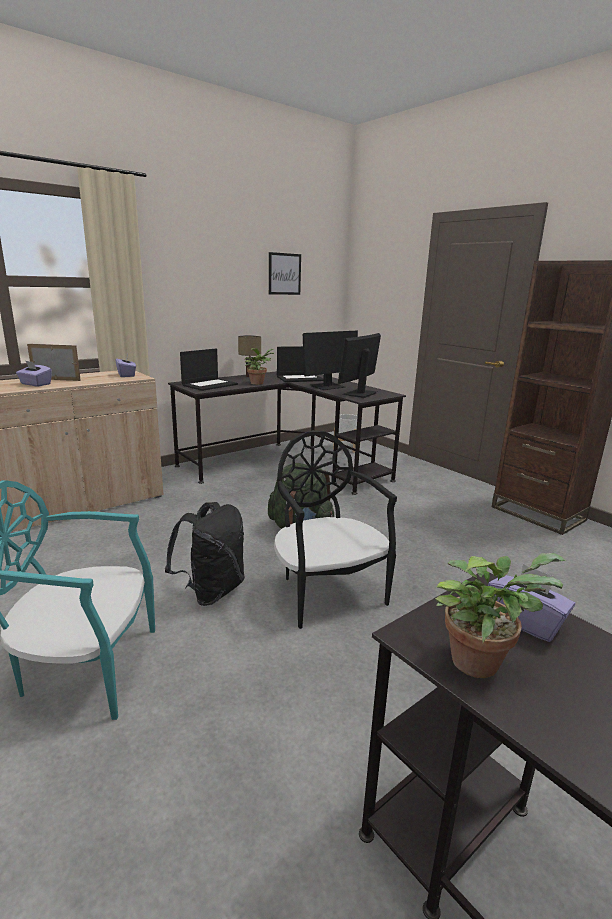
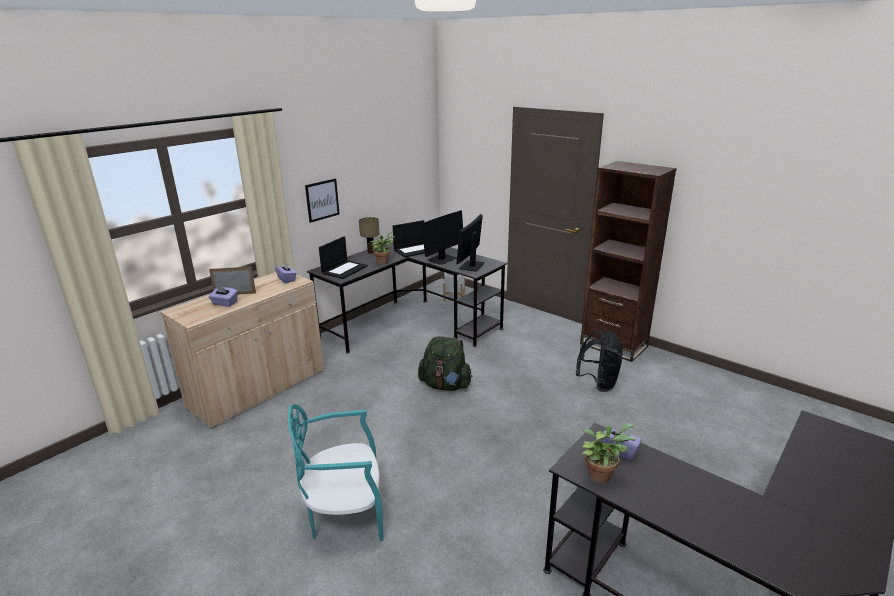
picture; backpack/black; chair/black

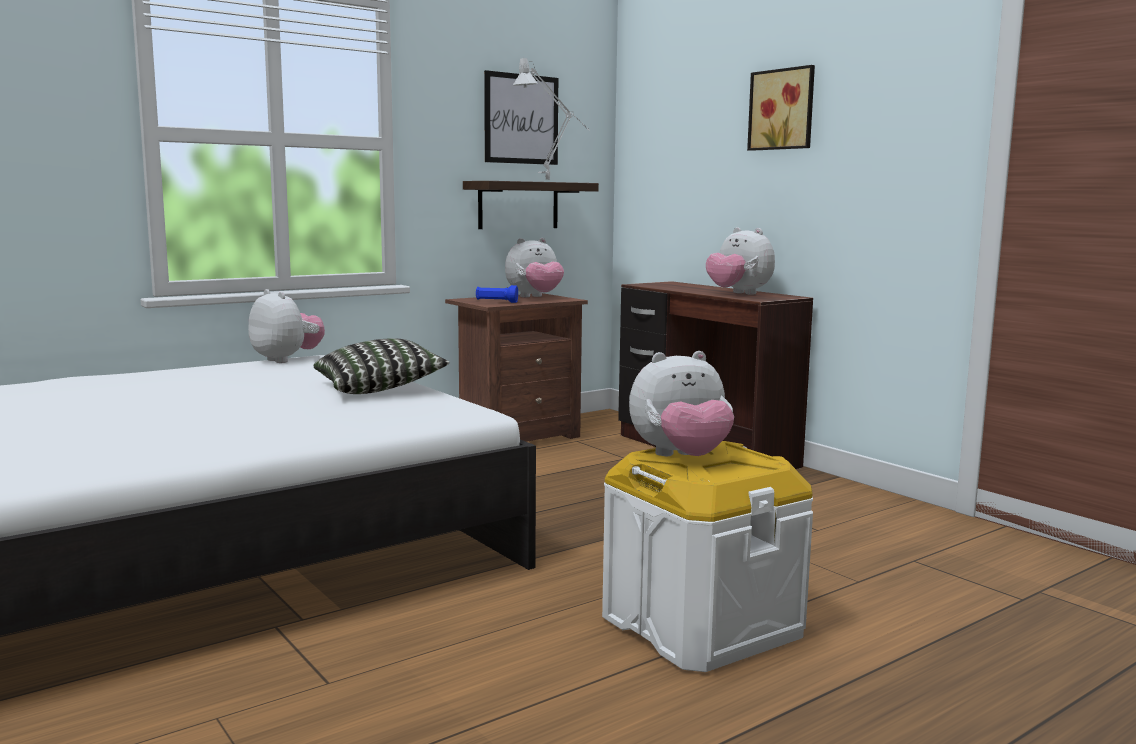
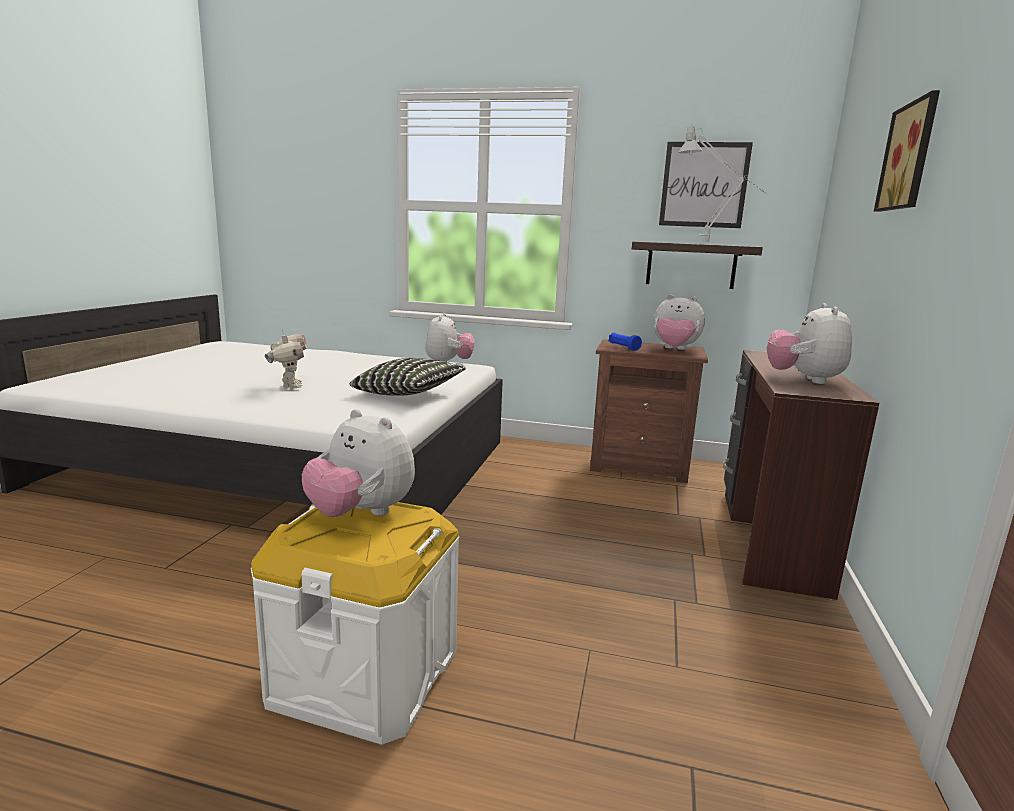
toy robot

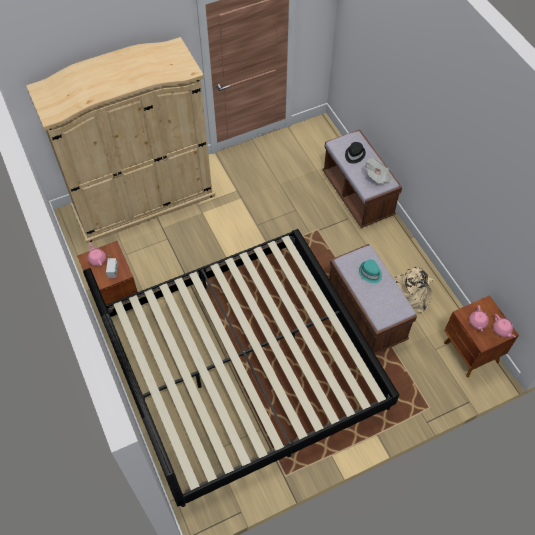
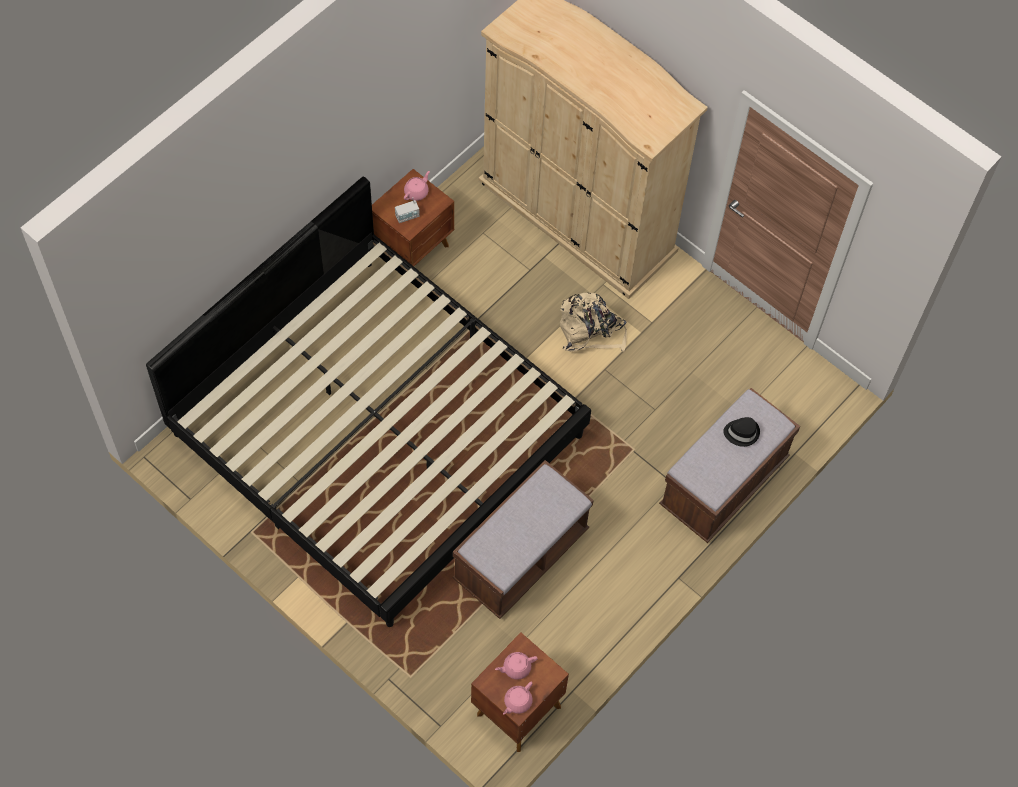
backpack/beige; hat/turquoise; newspaper

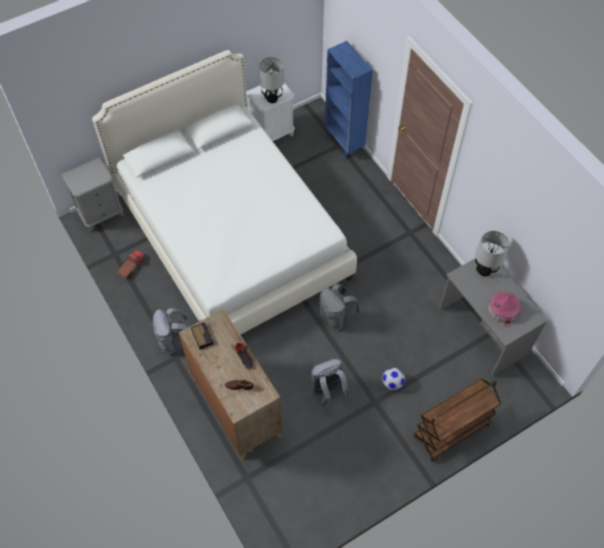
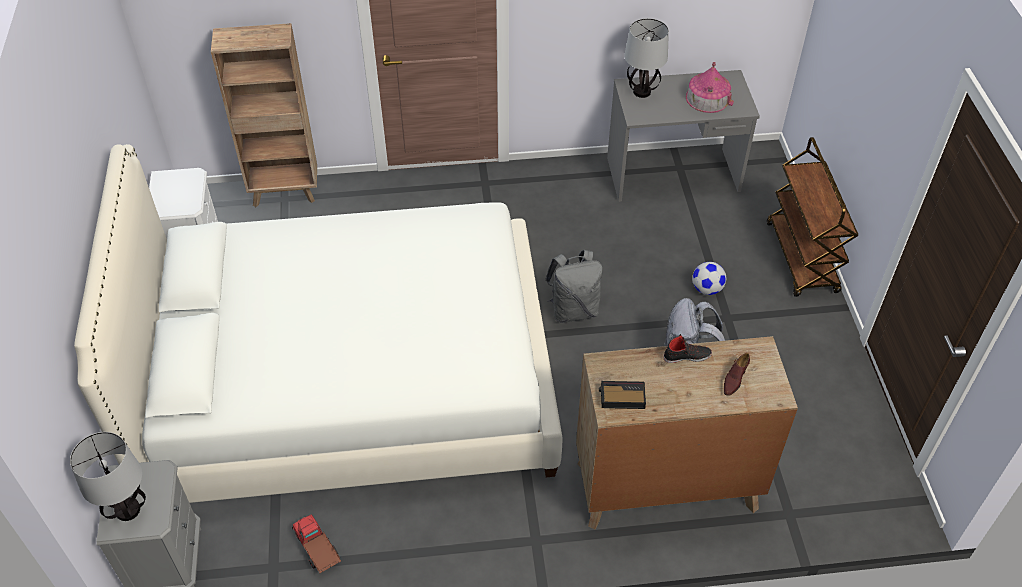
table lamp (1st from left); bookcase/brown; backpack/grey (1st from left in the first image)

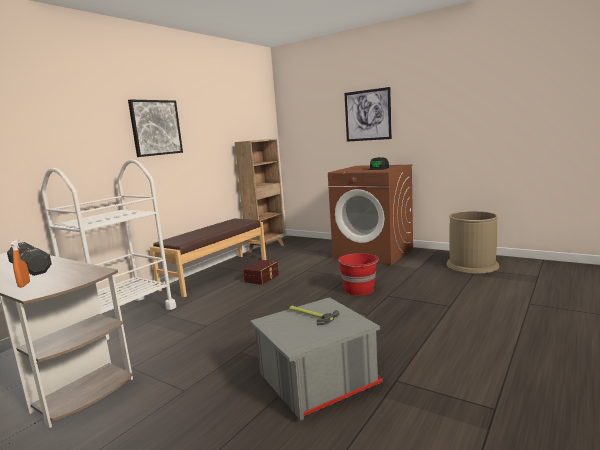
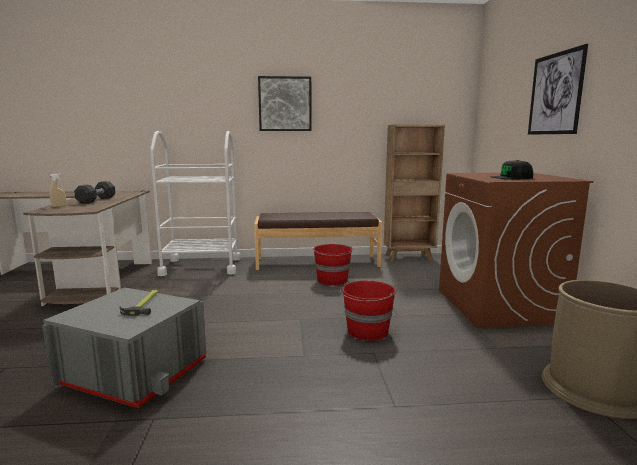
spray bottle/beige; bucket/red (1st from left)

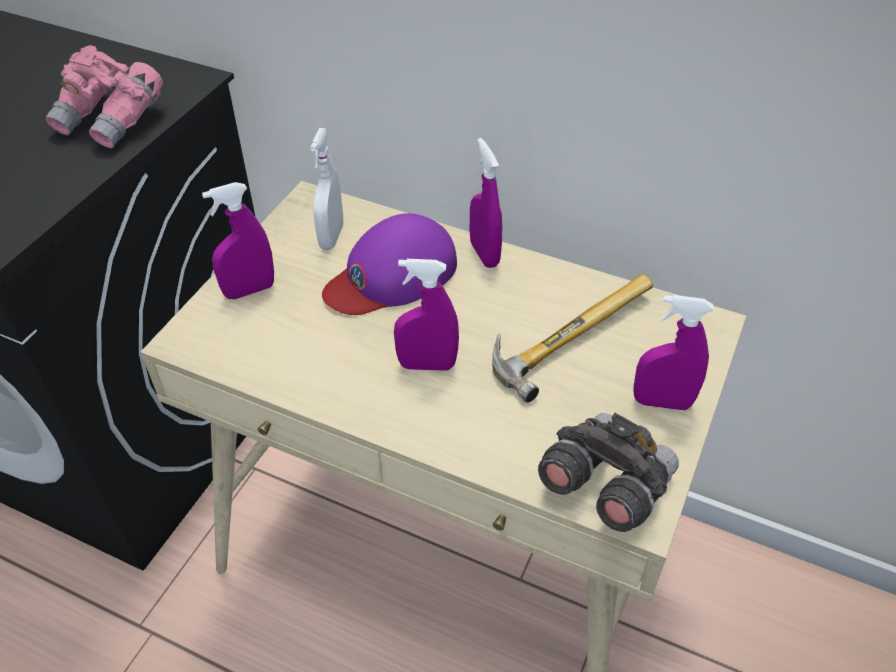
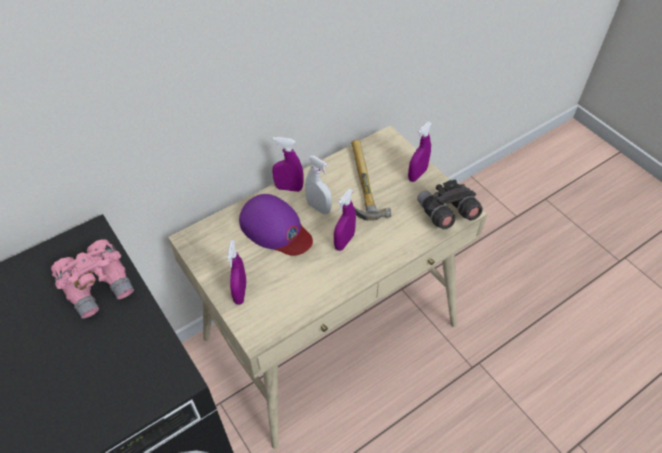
cap/purple; spray bottle/white

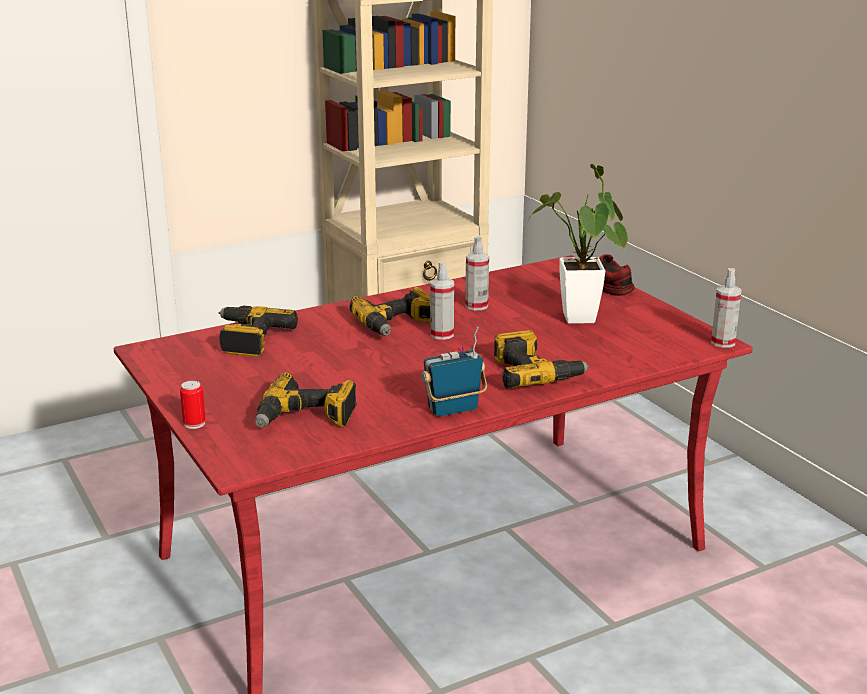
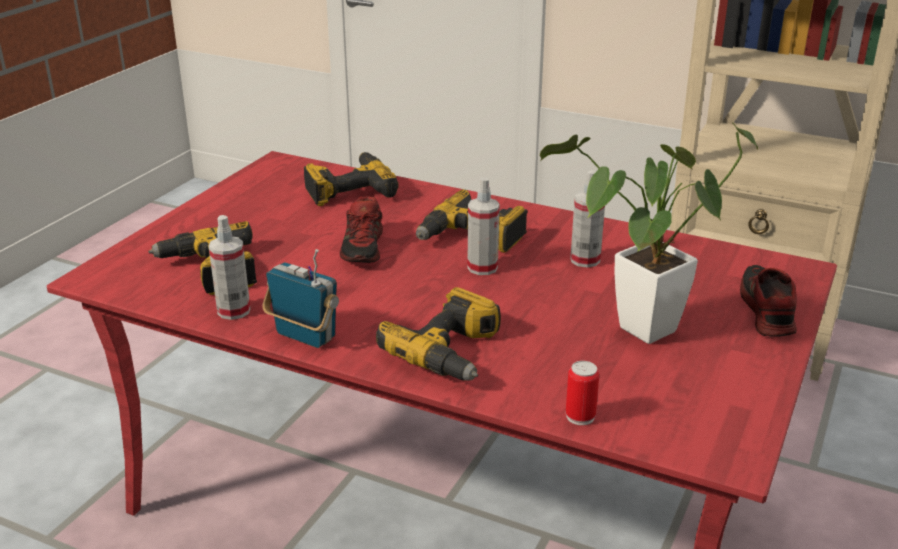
spray bottle (1st from left); shoe (1st from left); can

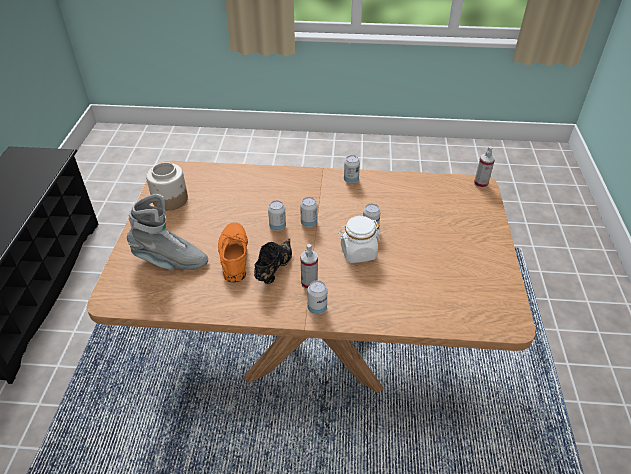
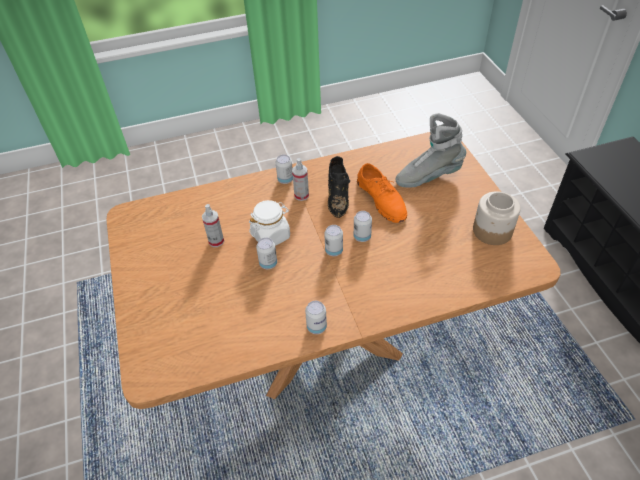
spray bottle (1st from left)

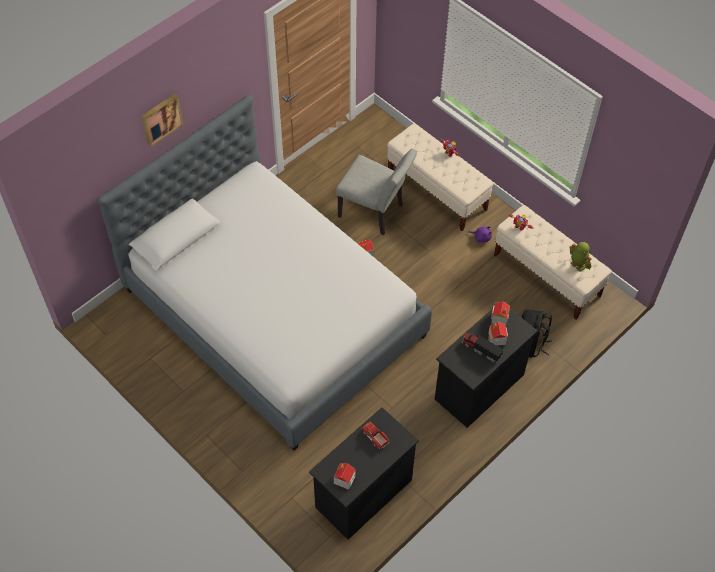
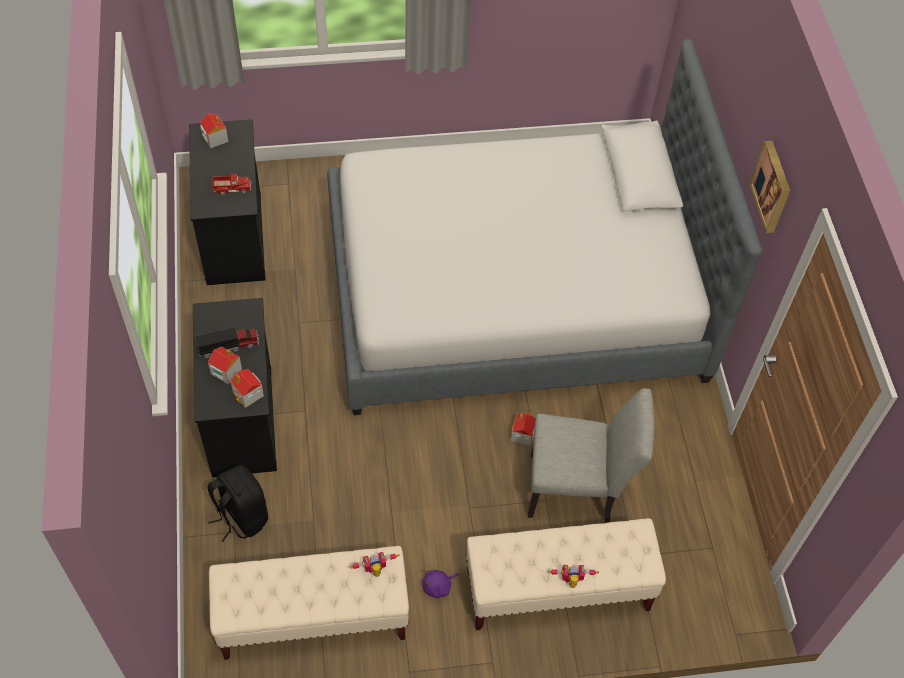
chair/grey; picture; toy robot (3rd from left in the first image)

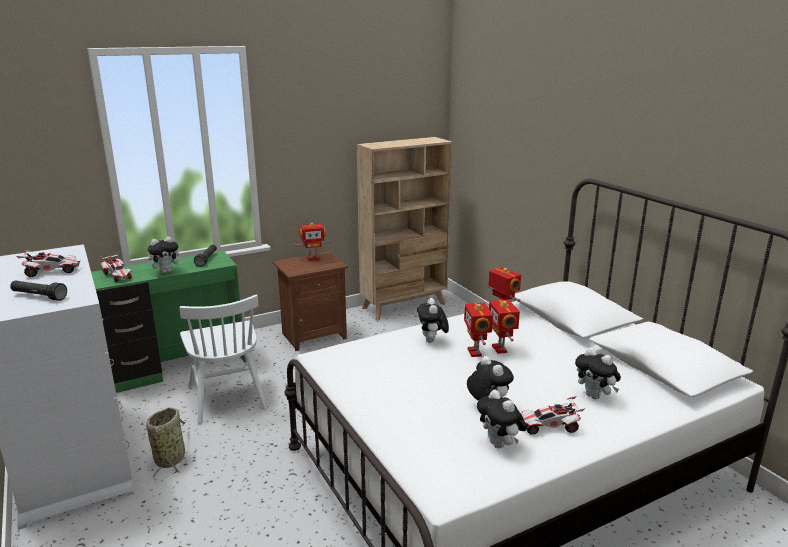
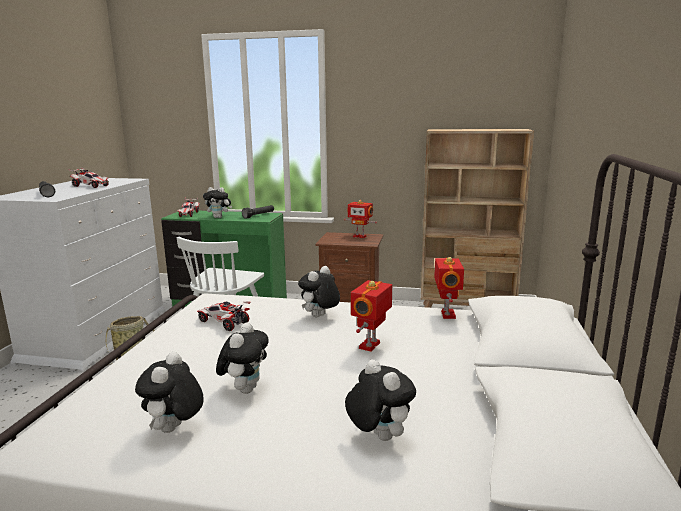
toy car (3rd from left); plush toy (5th from left); toy robot (2nd from left in the first image)

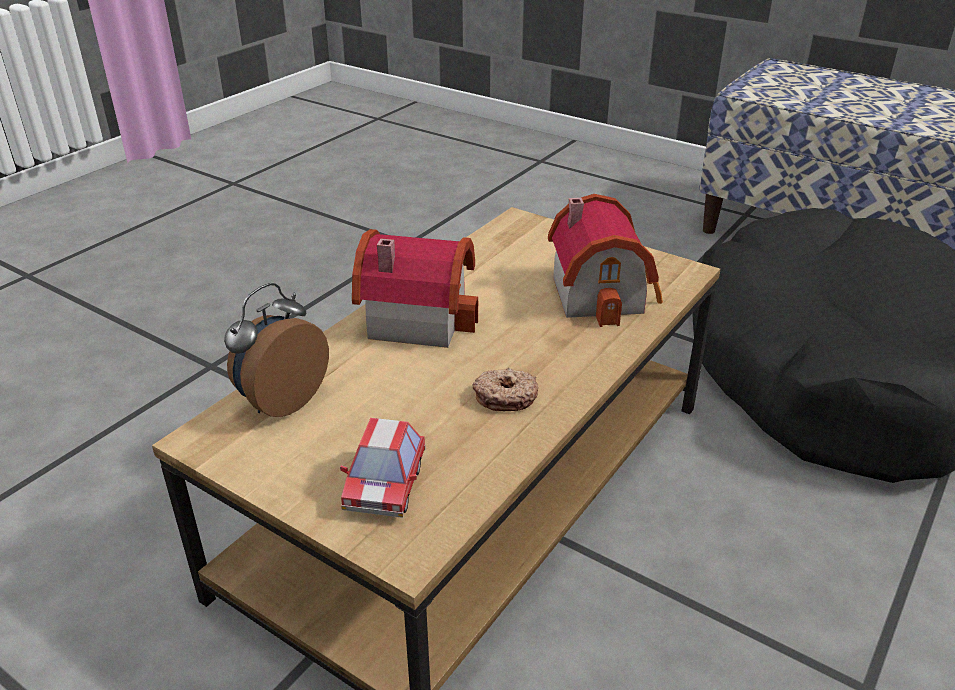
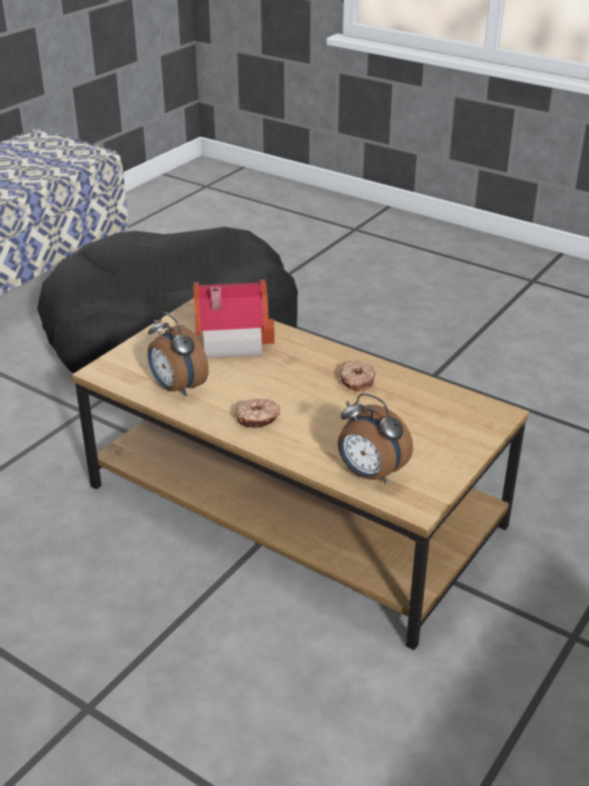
alarm clock (1st from left); donut (1st from left); toy car

